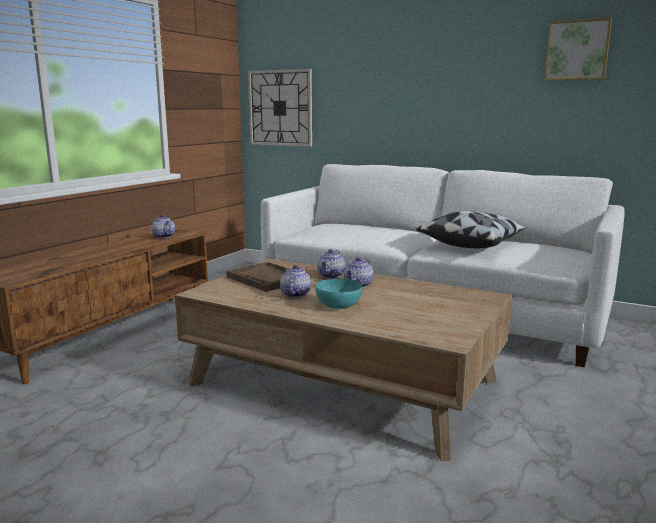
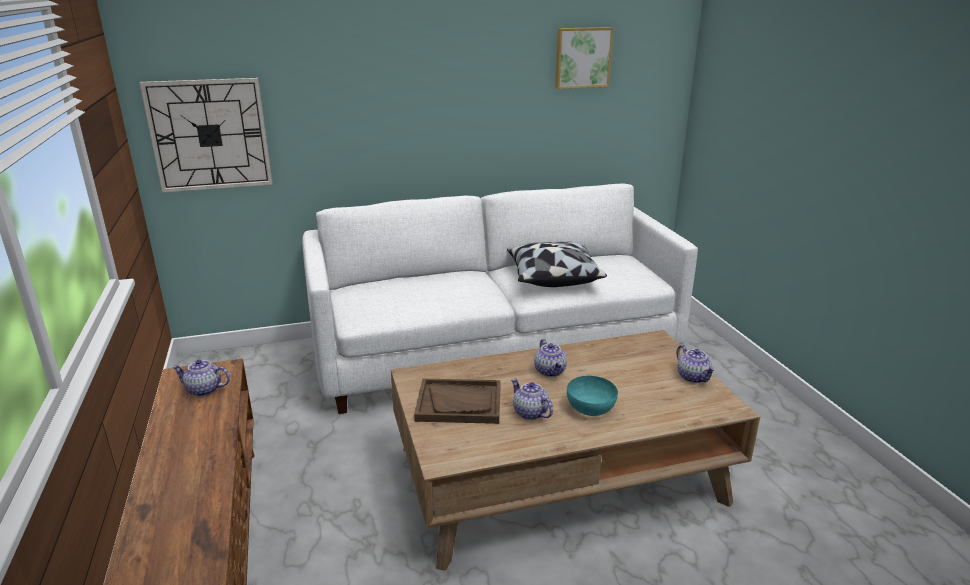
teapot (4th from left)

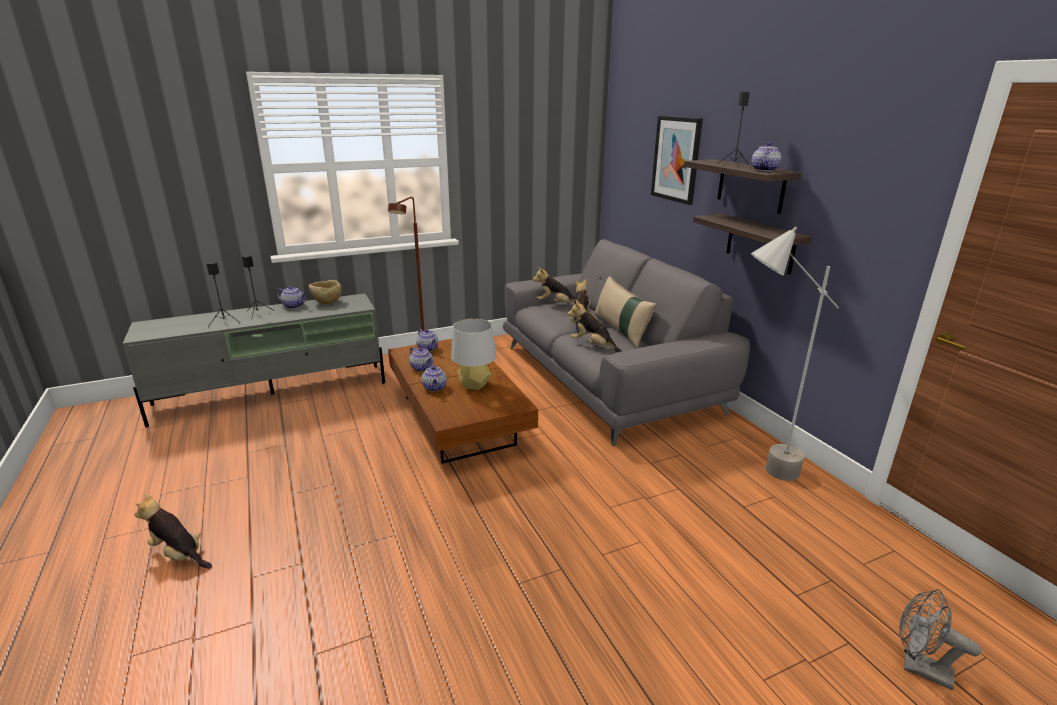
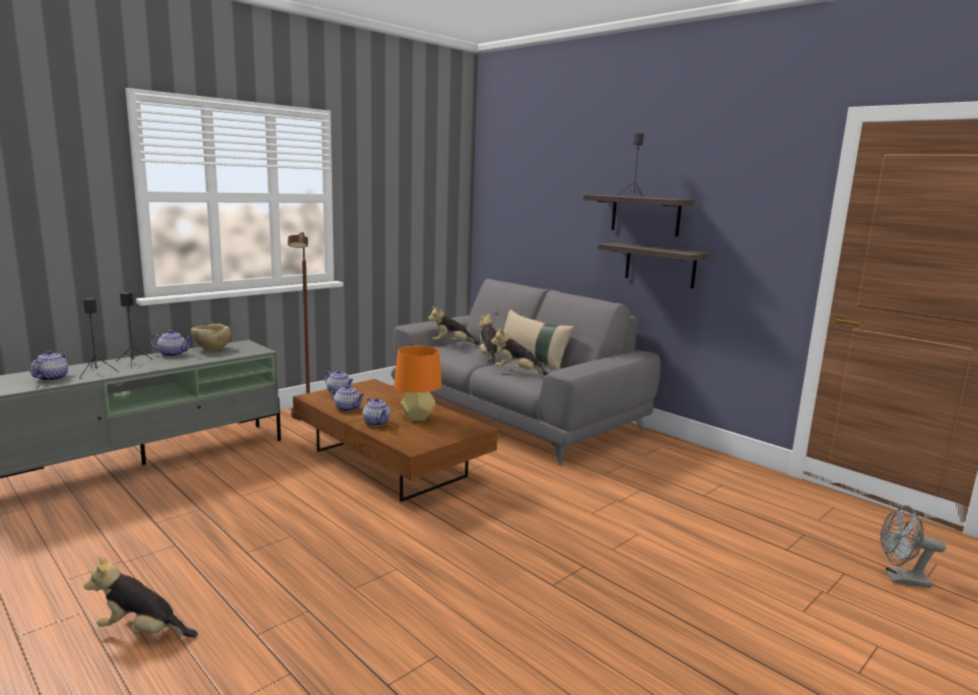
teapot (1st from left); table lamp/orange; picture; floor lamp/grey

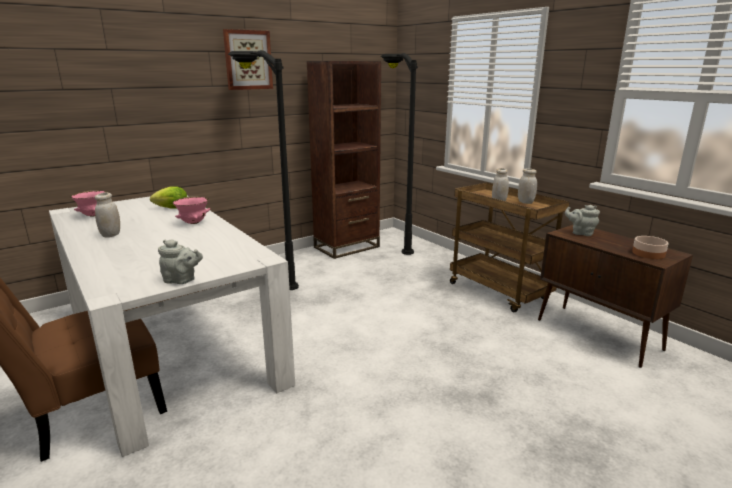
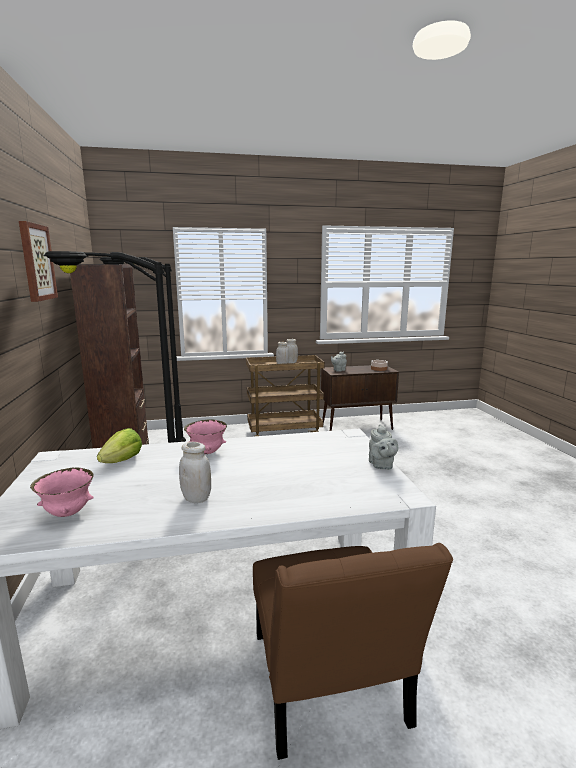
teapot/grey (2nd from left)

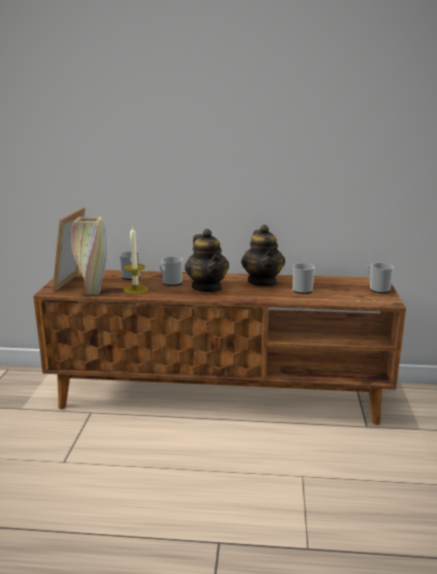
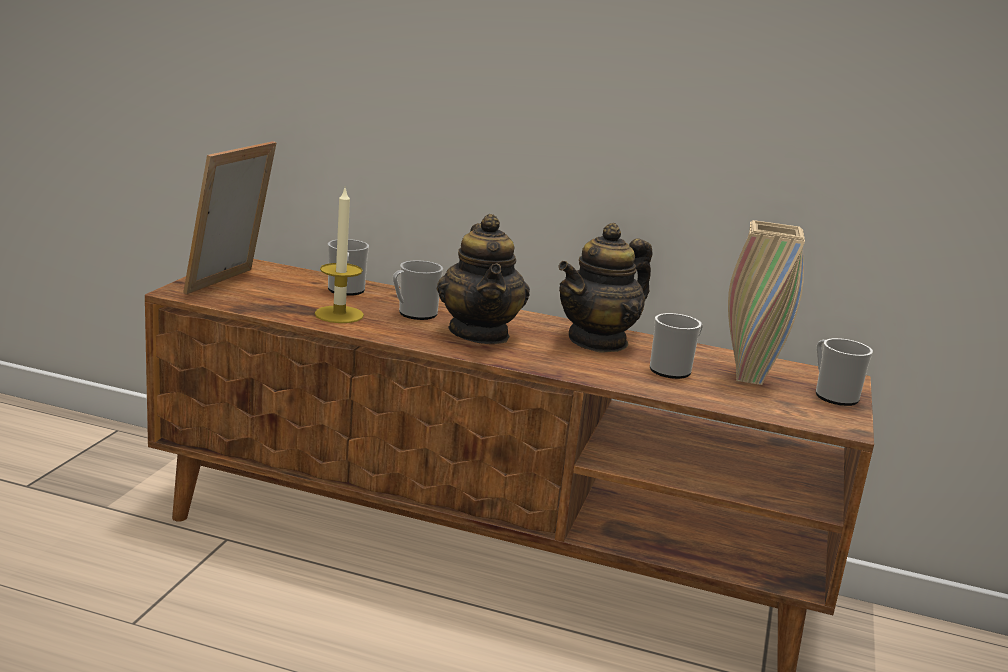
teapot (2nd from left); vase/beige

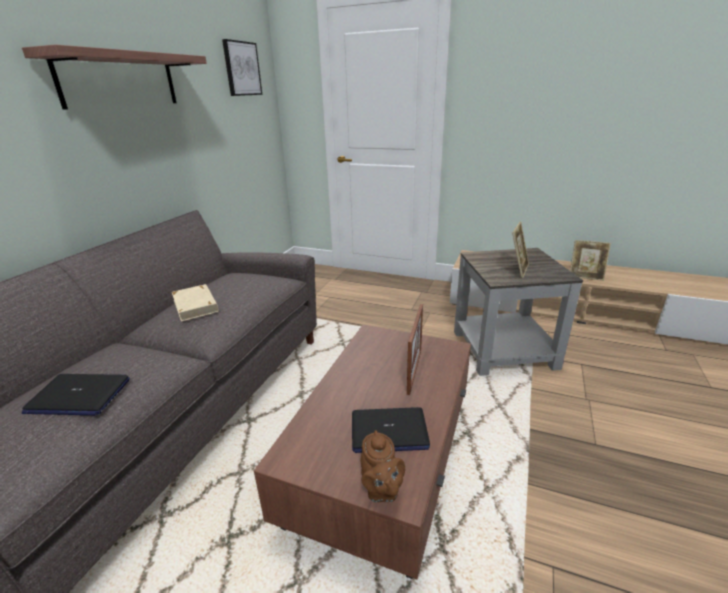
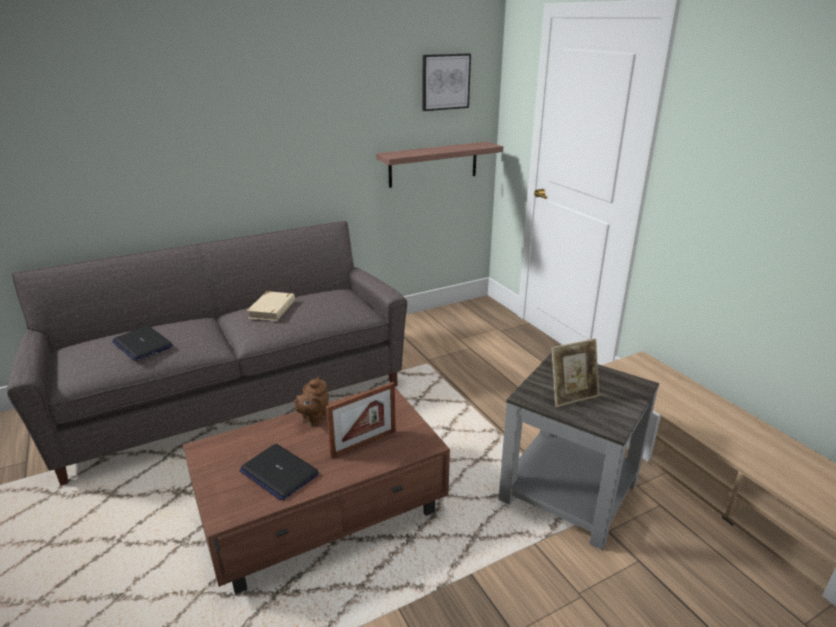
teapot/brown; shelf; picture frame (3rd from left in the first image)

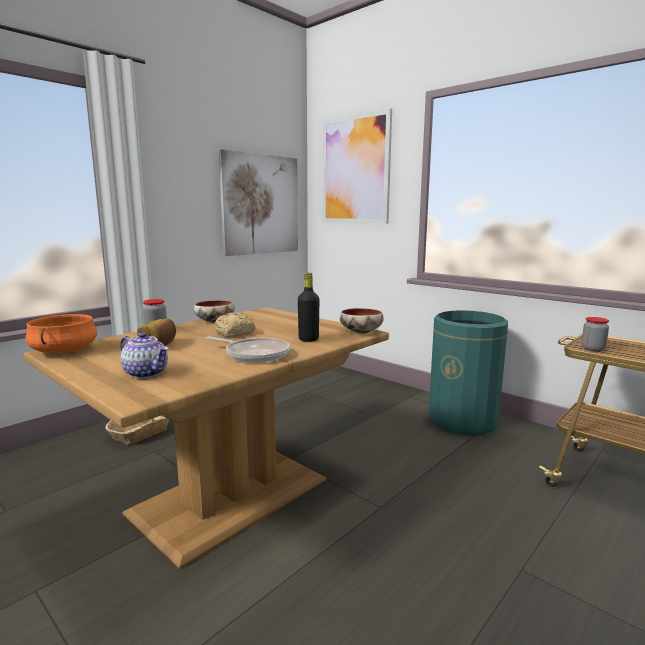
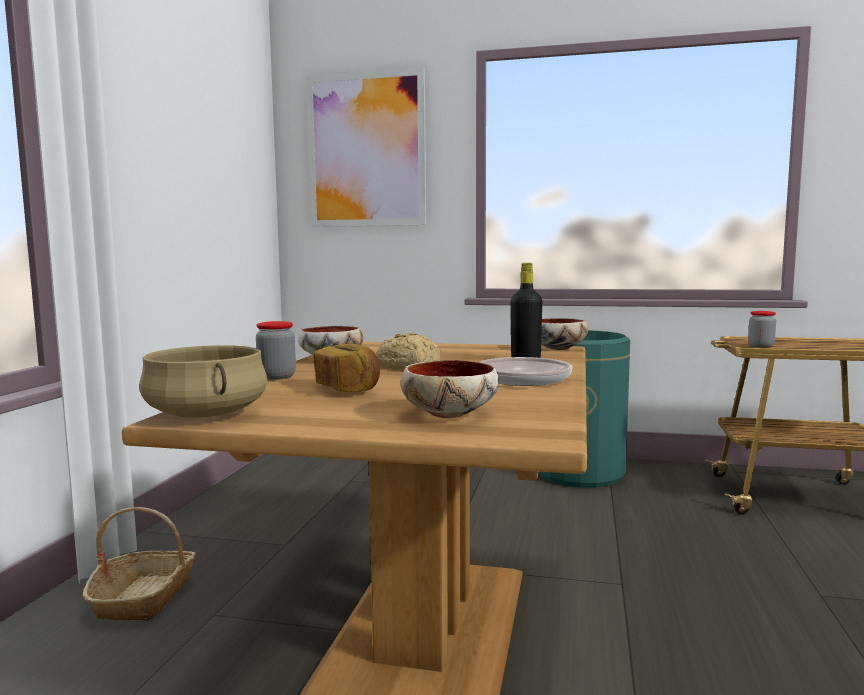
cooking pot/beige; bowl (2nd from left); picture (1st from left in the first image)

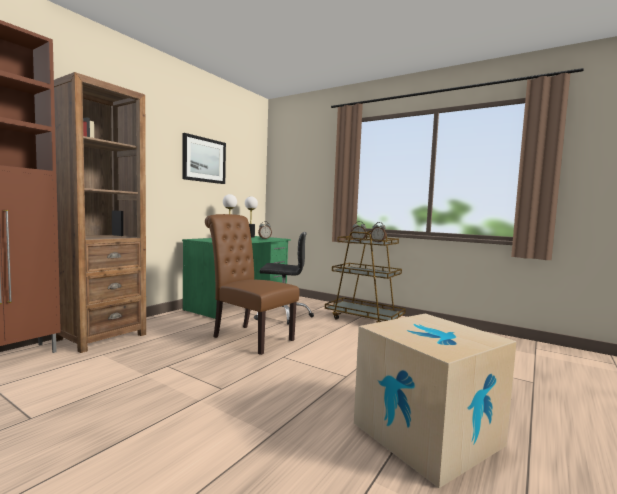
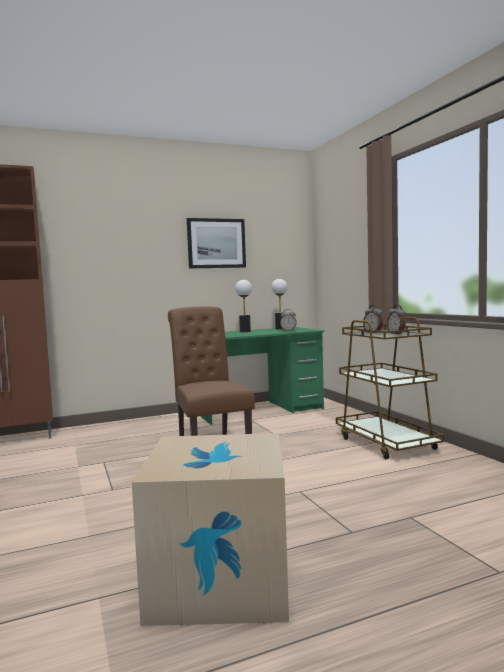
bookcase/brown; office chair/black

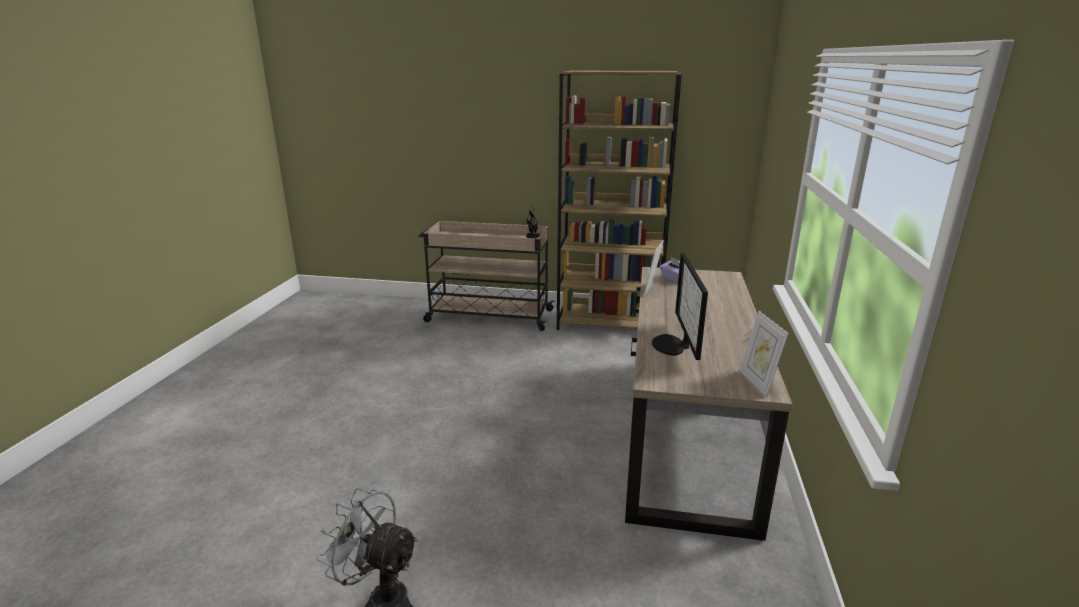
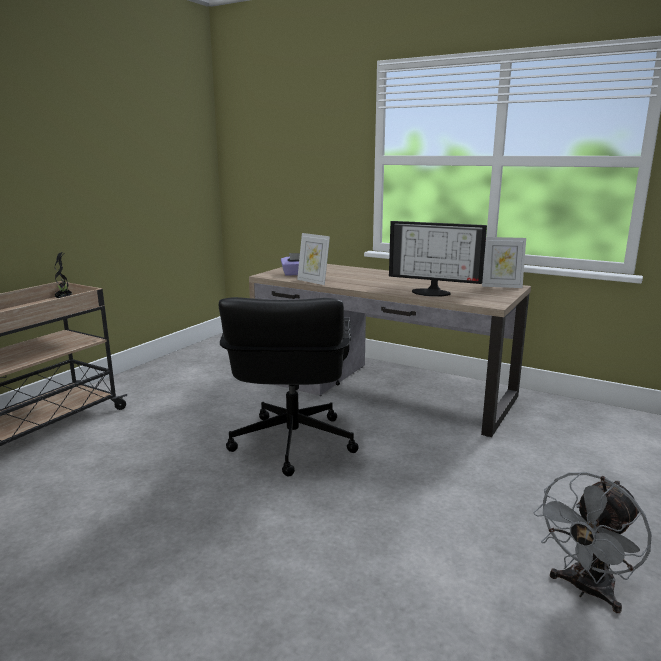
office chair/black; bookcase/brown

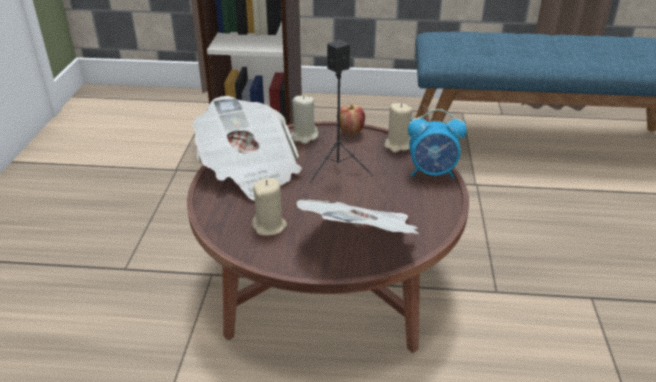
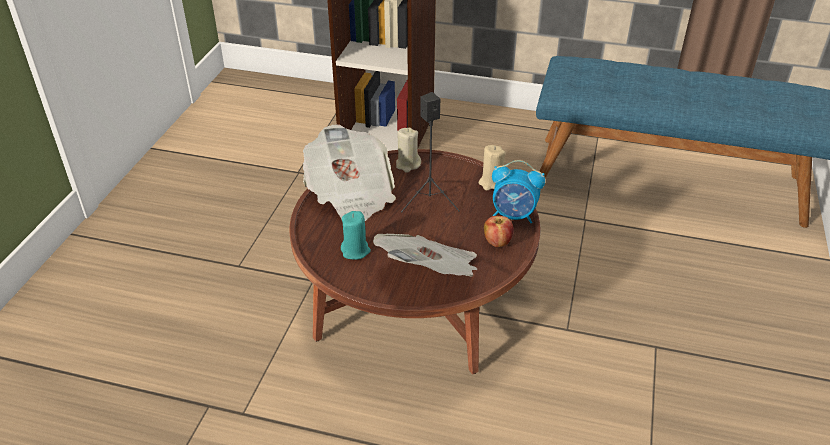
candle/turquoise; apple

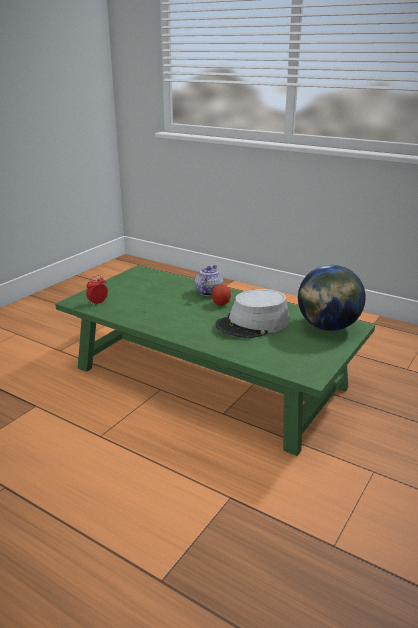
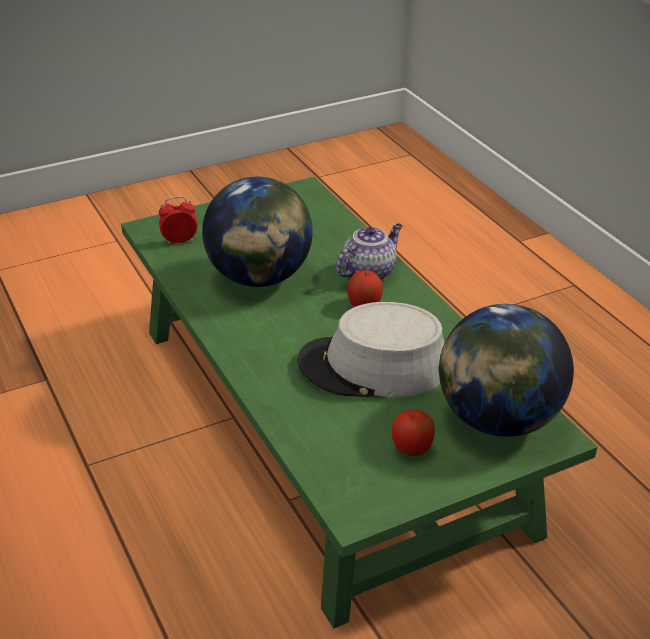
globe (1st from left); apple (2nd from left)

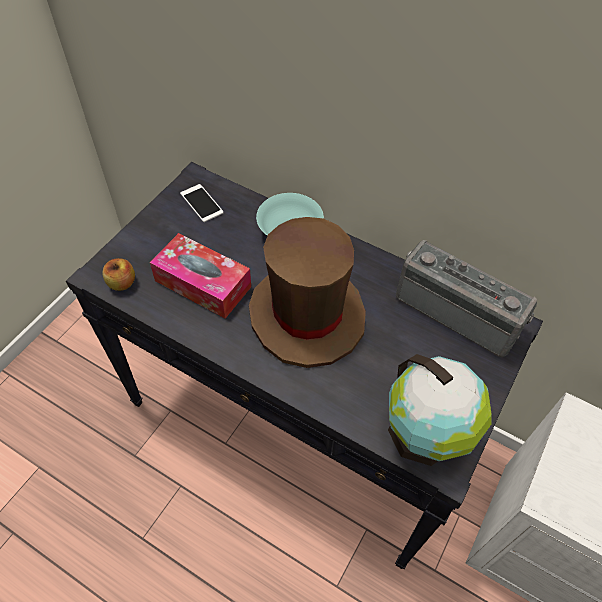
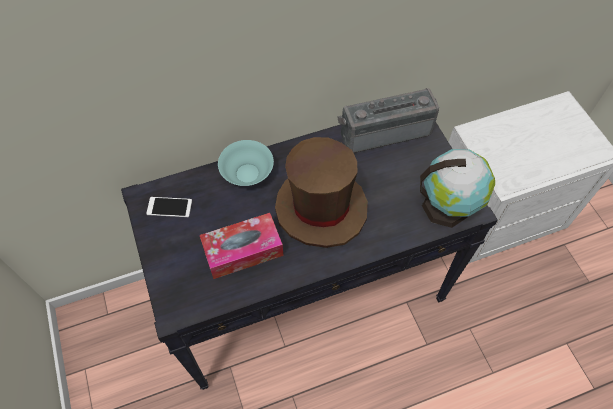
apple

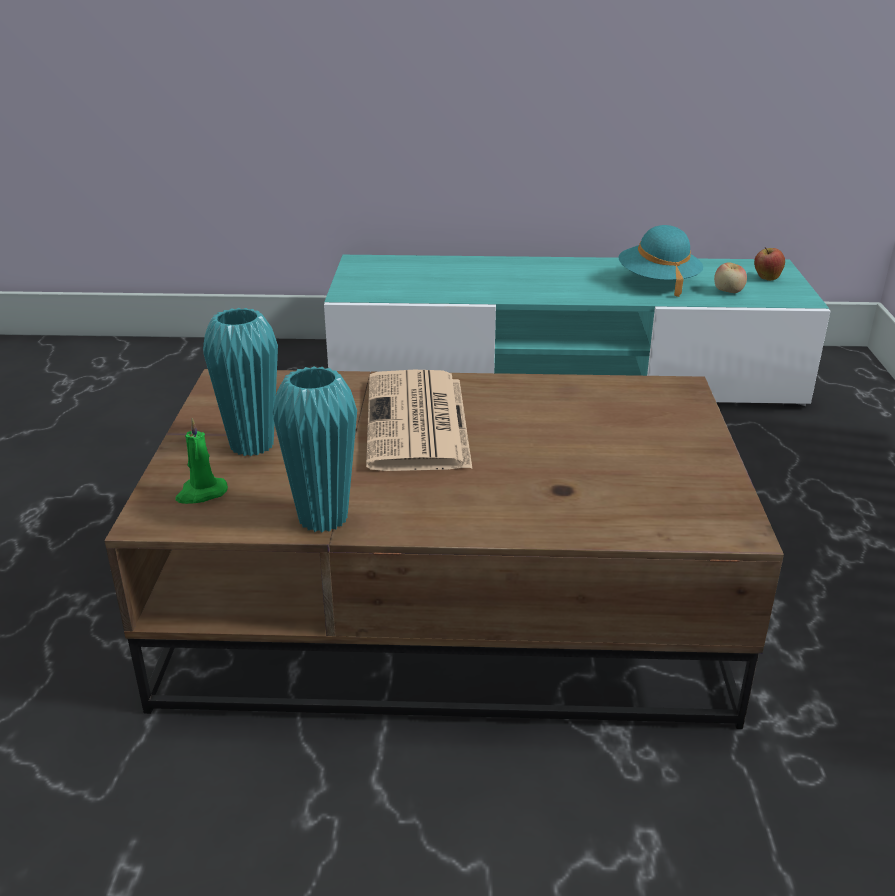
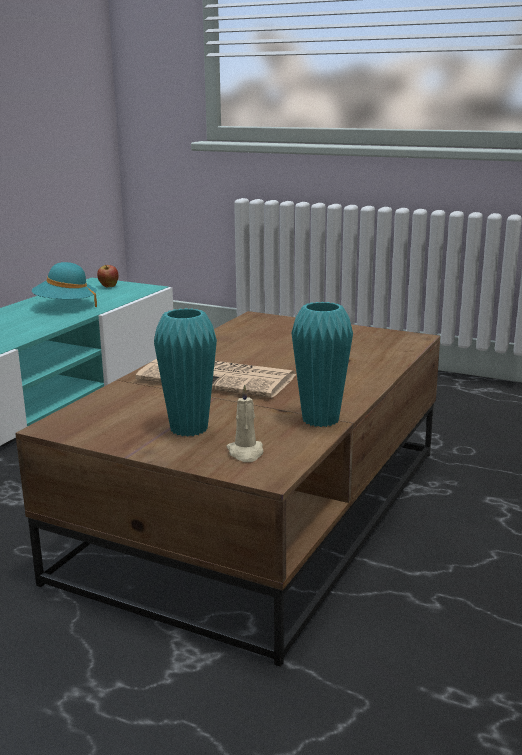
candle/beige; apple (1st from left in the first image)

